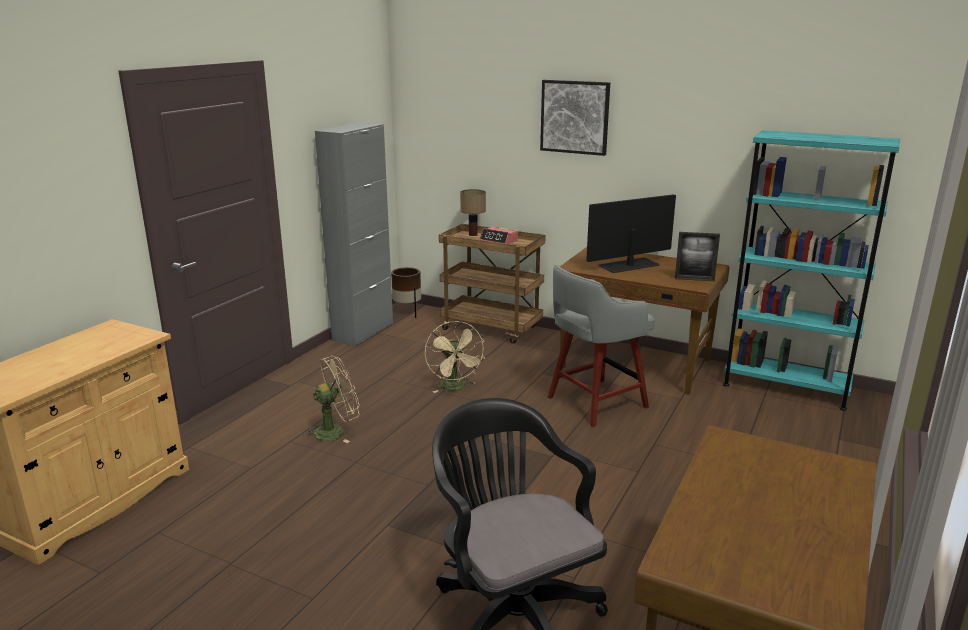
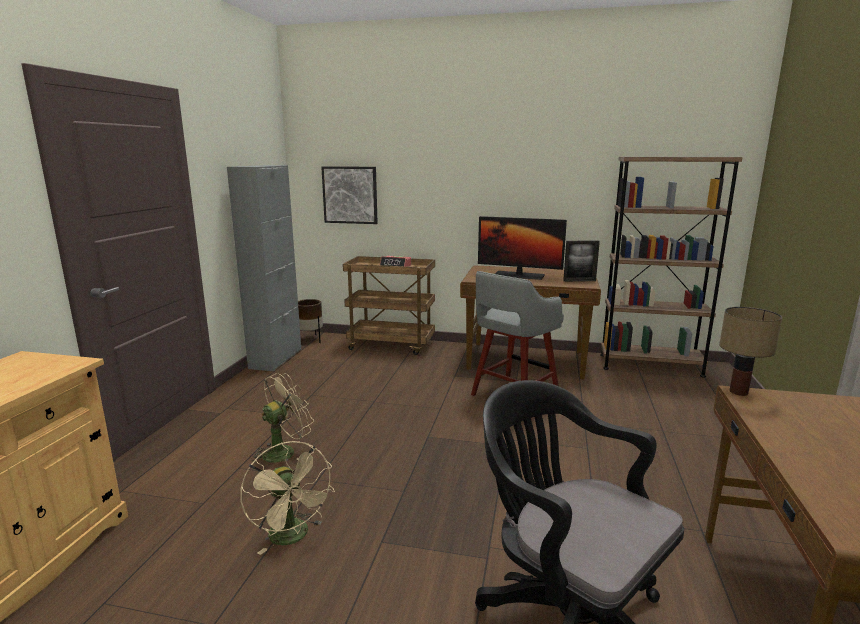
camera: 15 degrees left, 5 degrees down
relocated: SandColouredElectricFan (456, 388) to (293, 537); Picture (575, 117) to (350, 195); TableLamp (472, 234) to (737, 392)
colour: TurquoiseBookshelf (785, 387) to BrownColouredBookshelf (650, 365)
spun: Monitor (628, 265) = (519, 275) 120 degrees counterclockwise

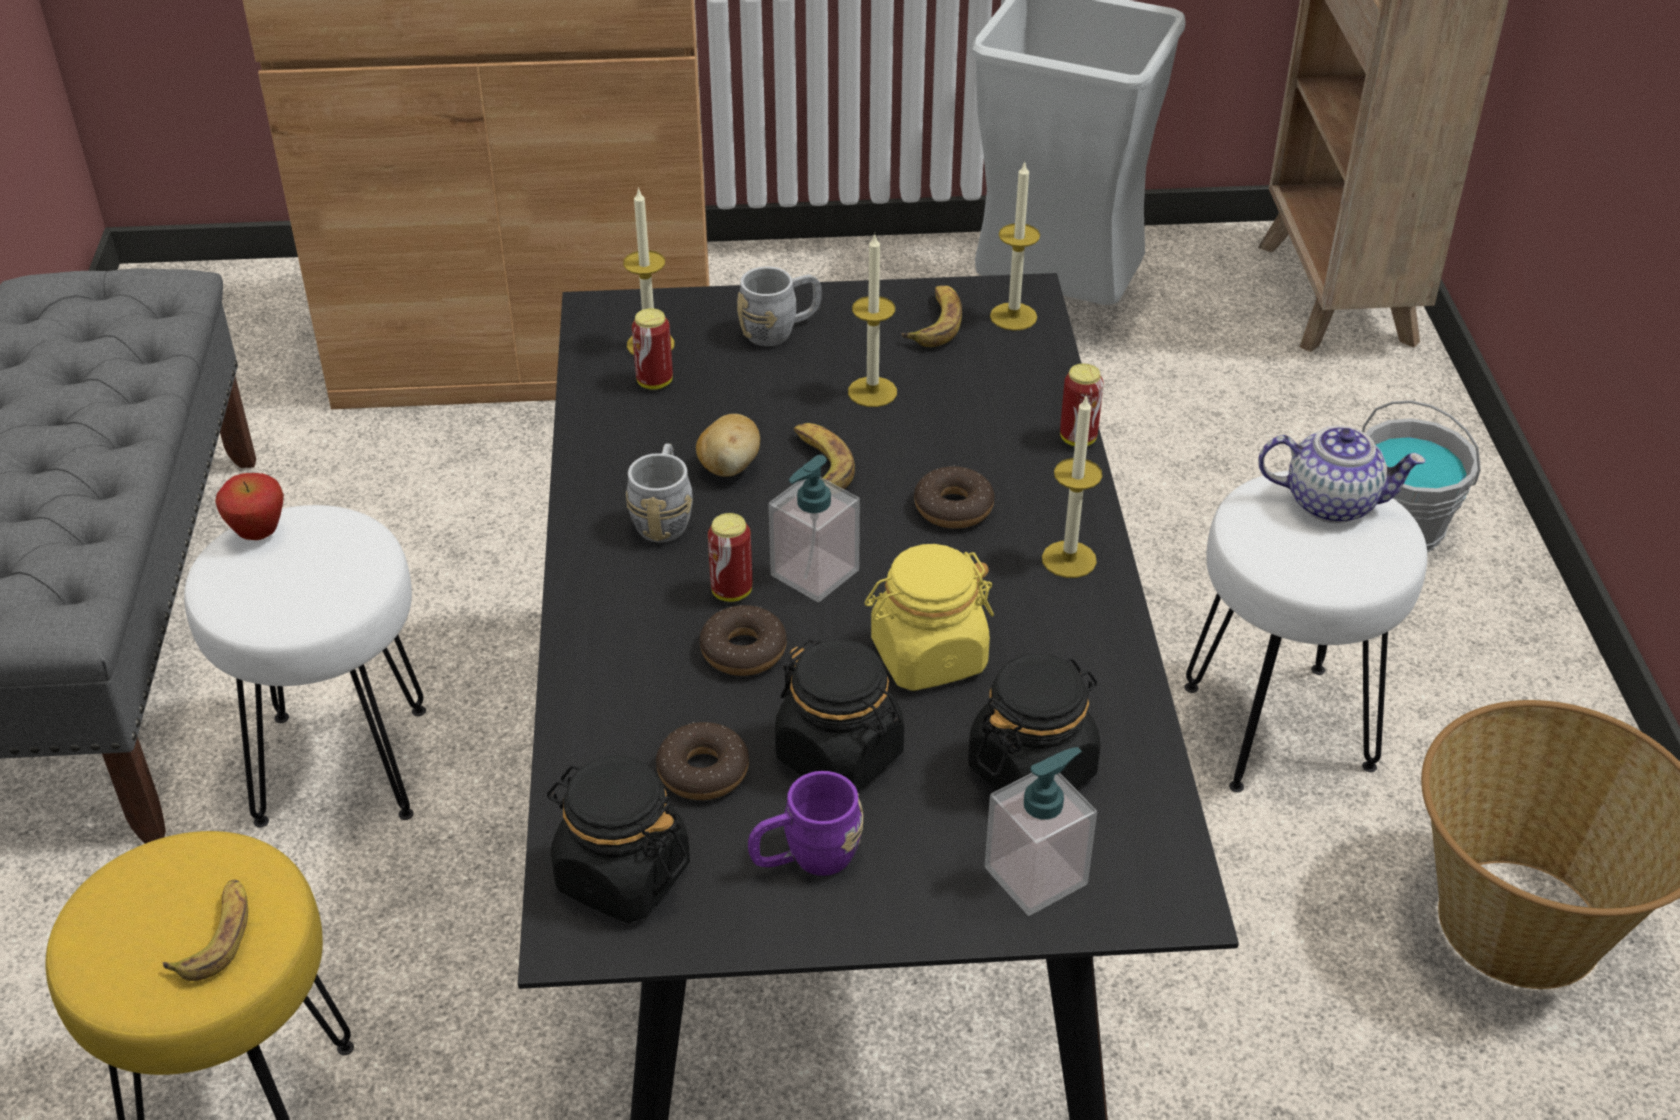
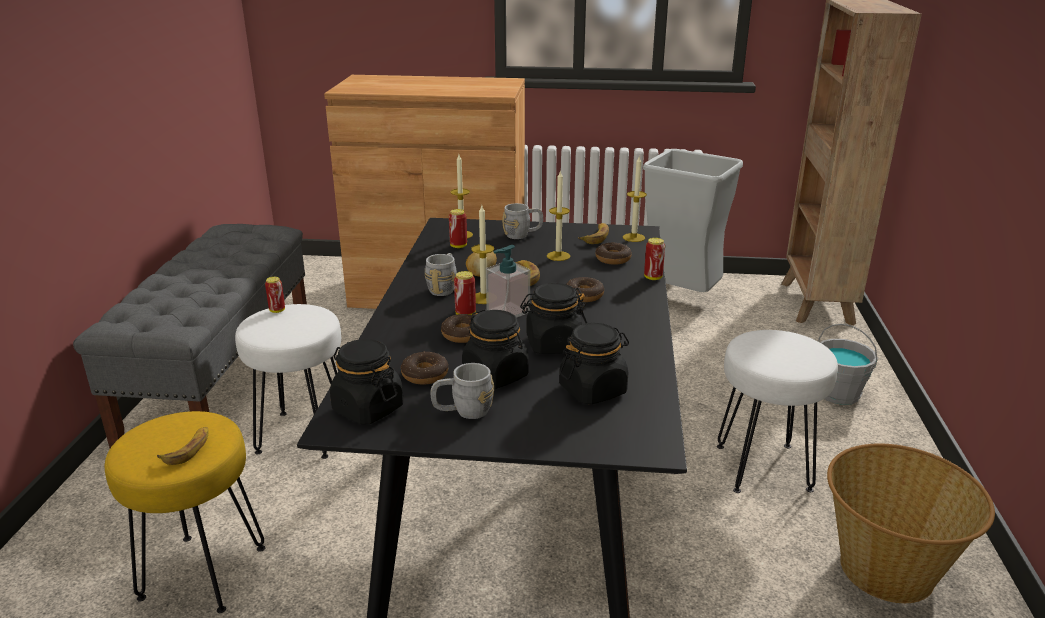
camera: 10 degrees right, 15 degrees down
missing: LiquidSoapBottle (1036, 875); Teapot (1332, 502)
appeared: Donut (613, 259)
relocated: WaxCandle (1069, 559) to (483, 298)
exchanged: Apple (259, 534) to MetalCan (277, 310)
colour: PurpleColouredTeaMug (806, 859) to GreyishTeaMug (463, 411); YellowColouredPreserveJar (928, 656) to BlackPreserveJar (553, 344)

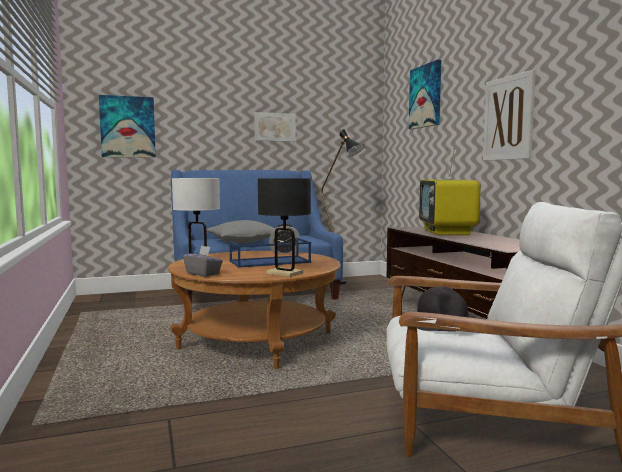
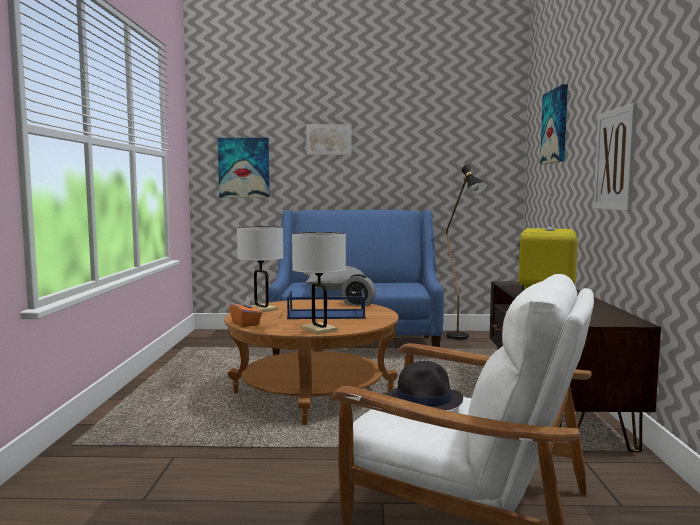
camera: 20 degrees right, 0 degrees up
relocated: Picture (274, 127) to (328, 139)
colour: GreyishTissueBox (203, 274) to OrangeyTissueBox (246, 324); BlackTableLamp (284, 273) to WhitishTableLamp (319, 329)

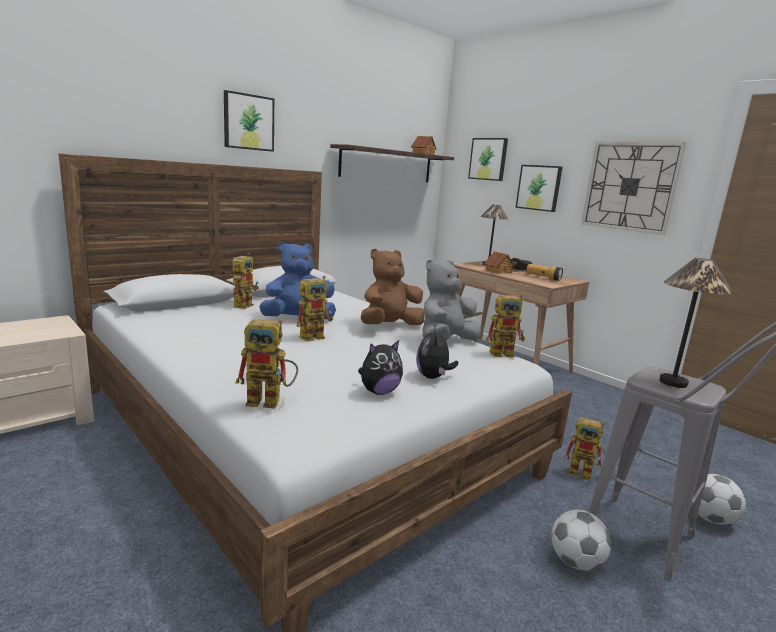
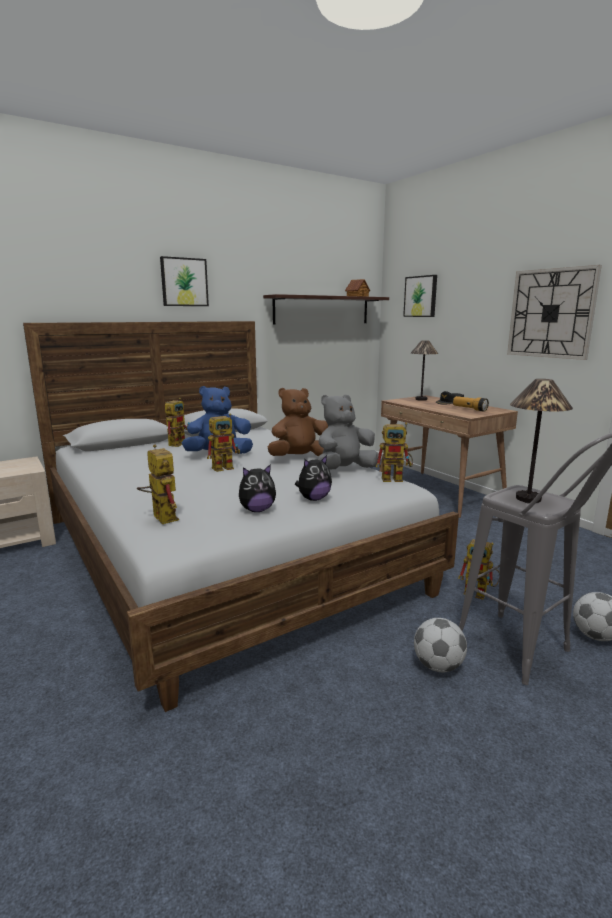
camera: 10 degrees right, 0 degrees up
missing: ModelHouse (498, 271); Picture (539, 188)
spun: RobotFigure (271, 401) = (160, 516) 135 degrees counterclockwise; PlushToy (433, 377) = (313, 499) 135 degrees counterclockwise

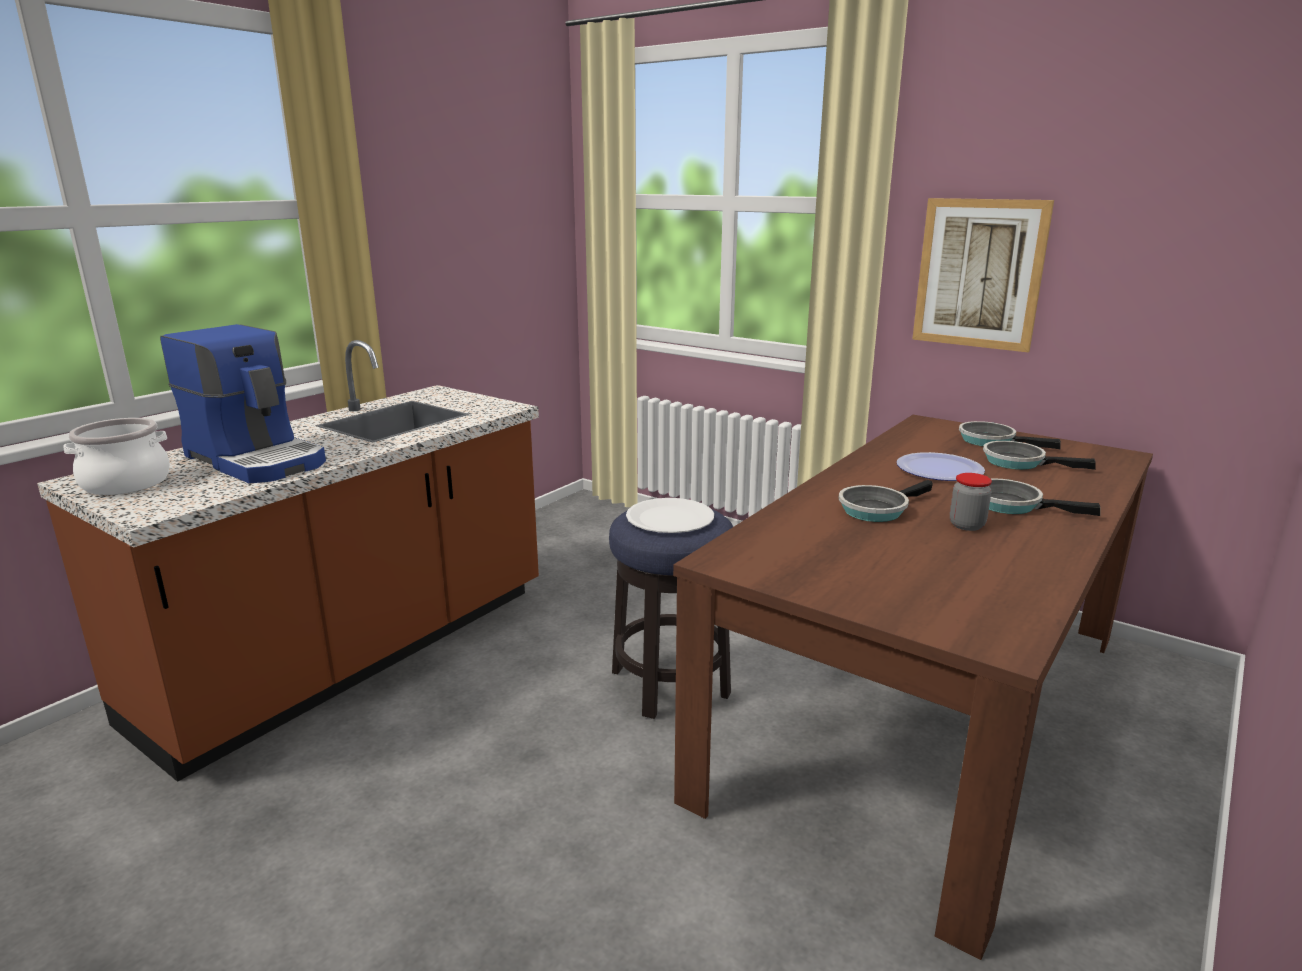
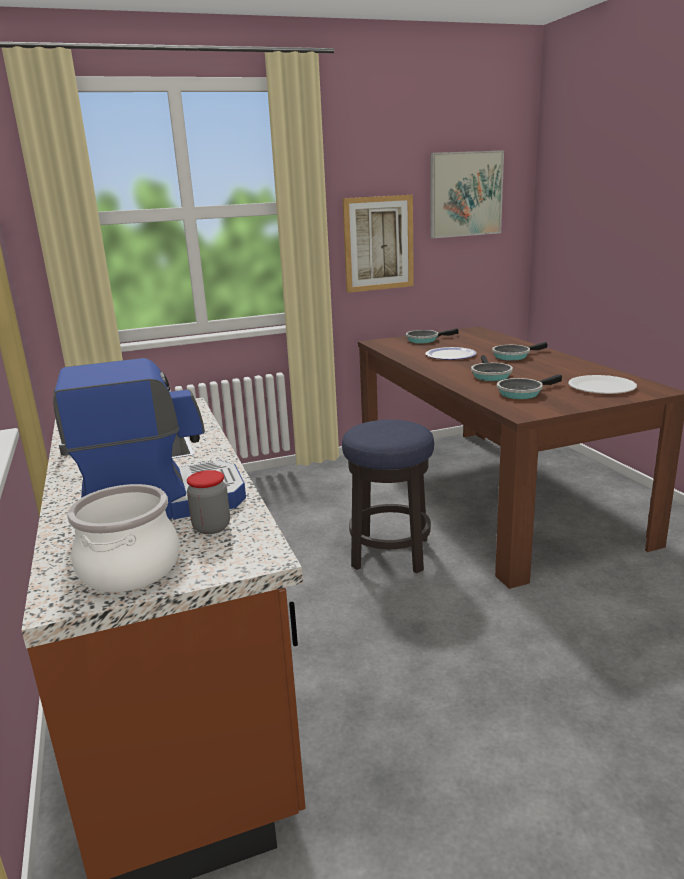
camera: 55 degrees left, 0 degrees up
appeared: Picture (465, 194)
relocated: PreserveJar (966, 525) to (211, 527); Skillet (1018, 462) to (522, 393); WhitishFlatDish (670, 518) to (601, 387)

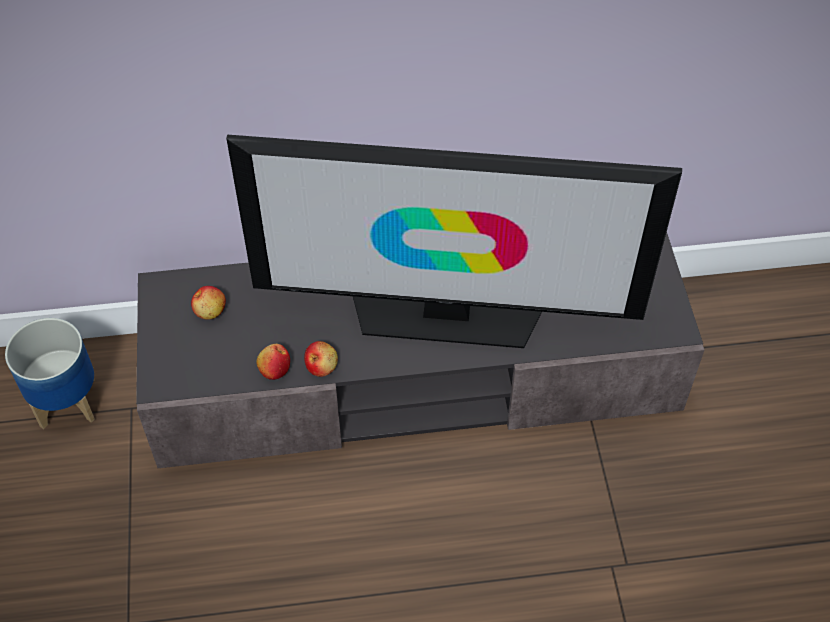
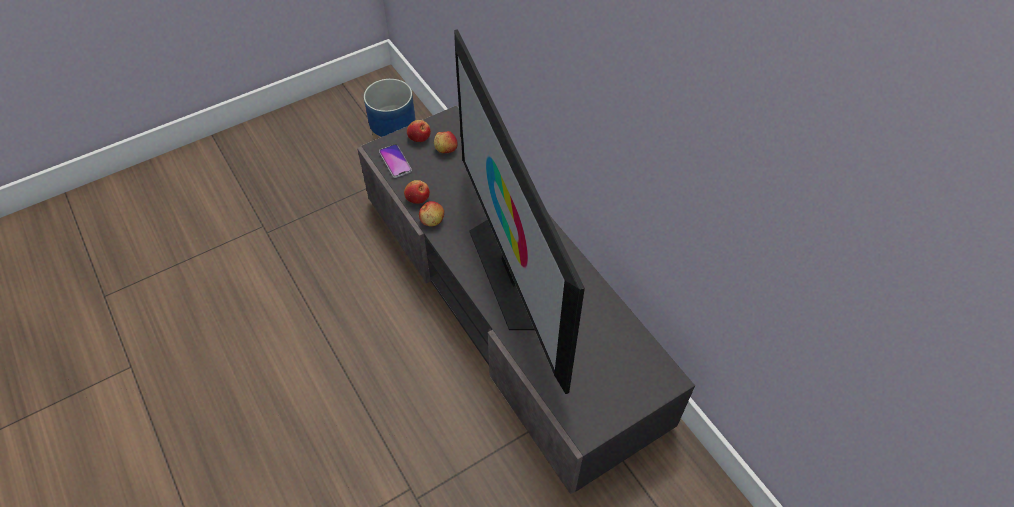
camera: 65 degrees right, 0 degrees up
appeared: Handset (395, 161); Apple (419, 137)

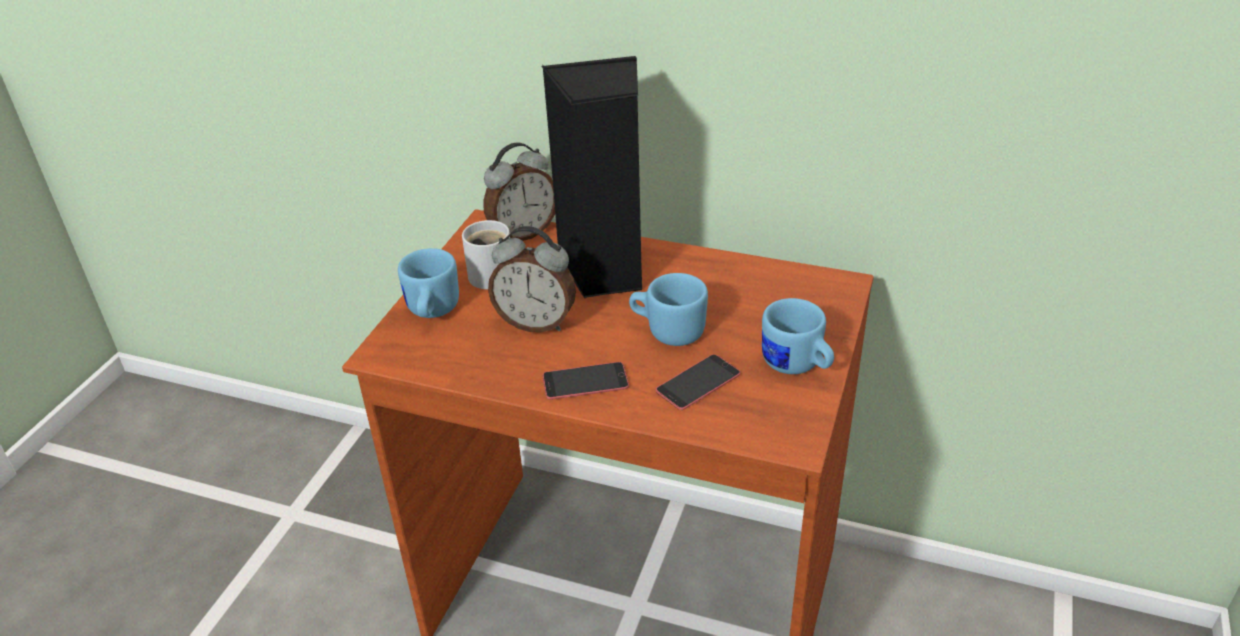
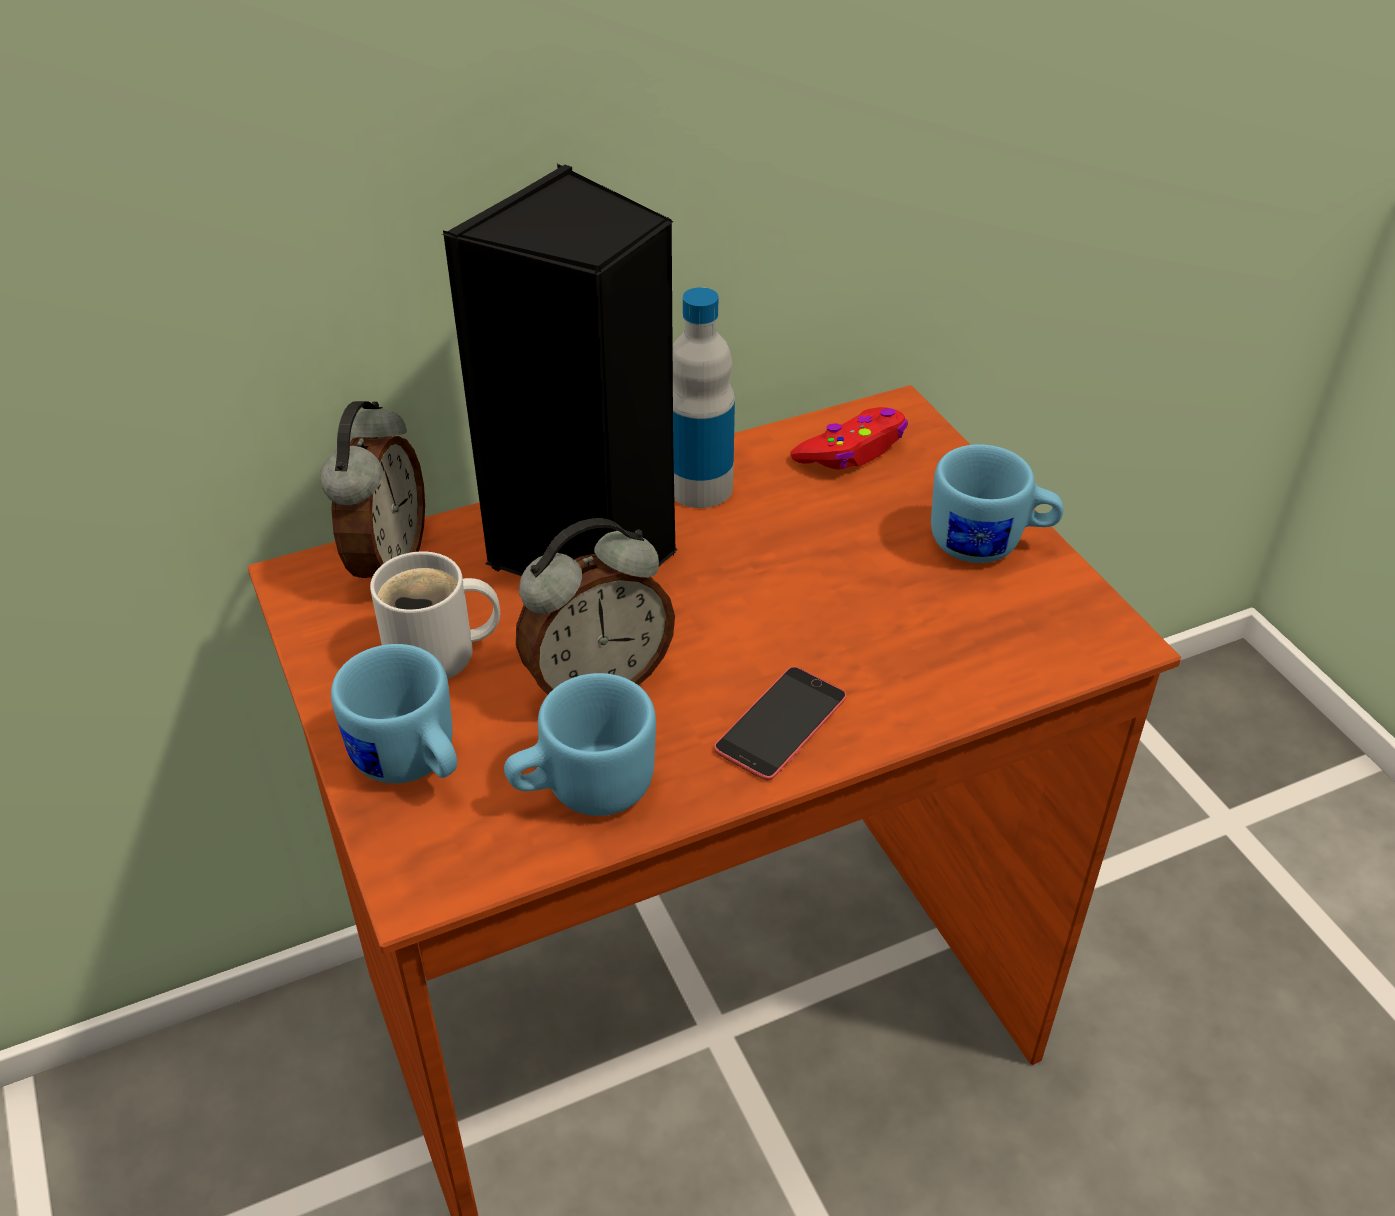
camera: 45 degrees left, 5 degrees up
missing: Handset (698, 382)
appeared: Bottle (700, 487); RedColouredJoypad (852, 451)
relocated: BlueColouredTeaMug (668, 331) to (582, 788)

